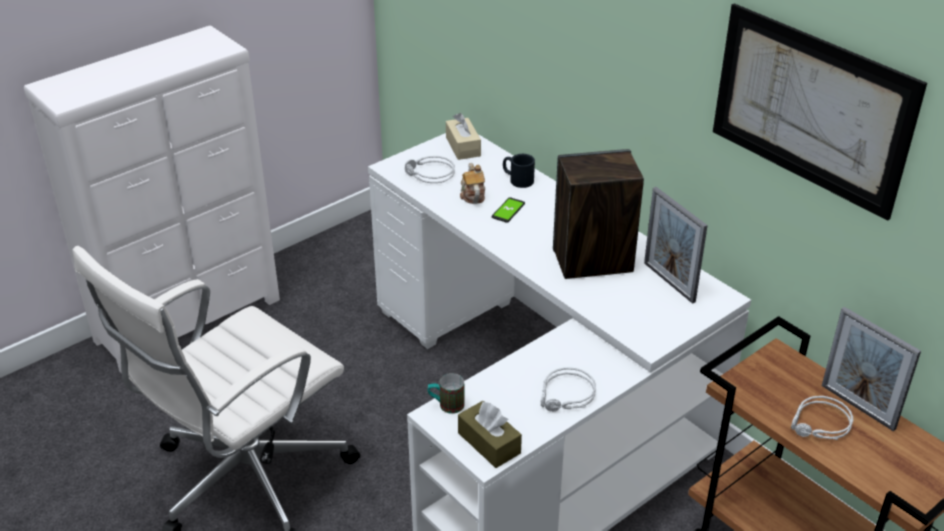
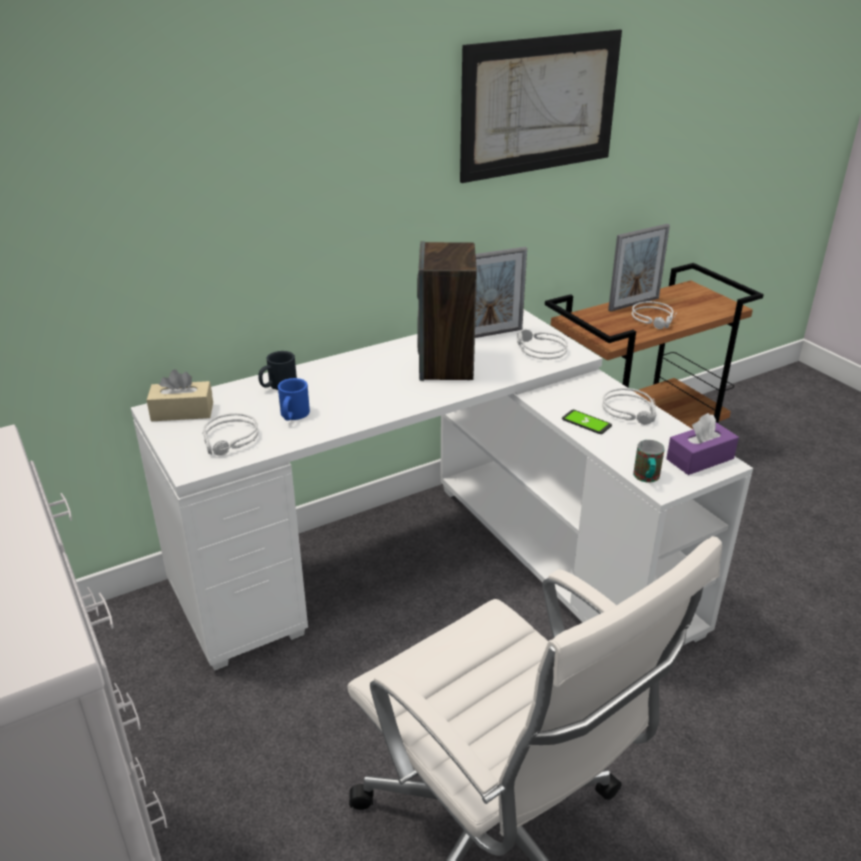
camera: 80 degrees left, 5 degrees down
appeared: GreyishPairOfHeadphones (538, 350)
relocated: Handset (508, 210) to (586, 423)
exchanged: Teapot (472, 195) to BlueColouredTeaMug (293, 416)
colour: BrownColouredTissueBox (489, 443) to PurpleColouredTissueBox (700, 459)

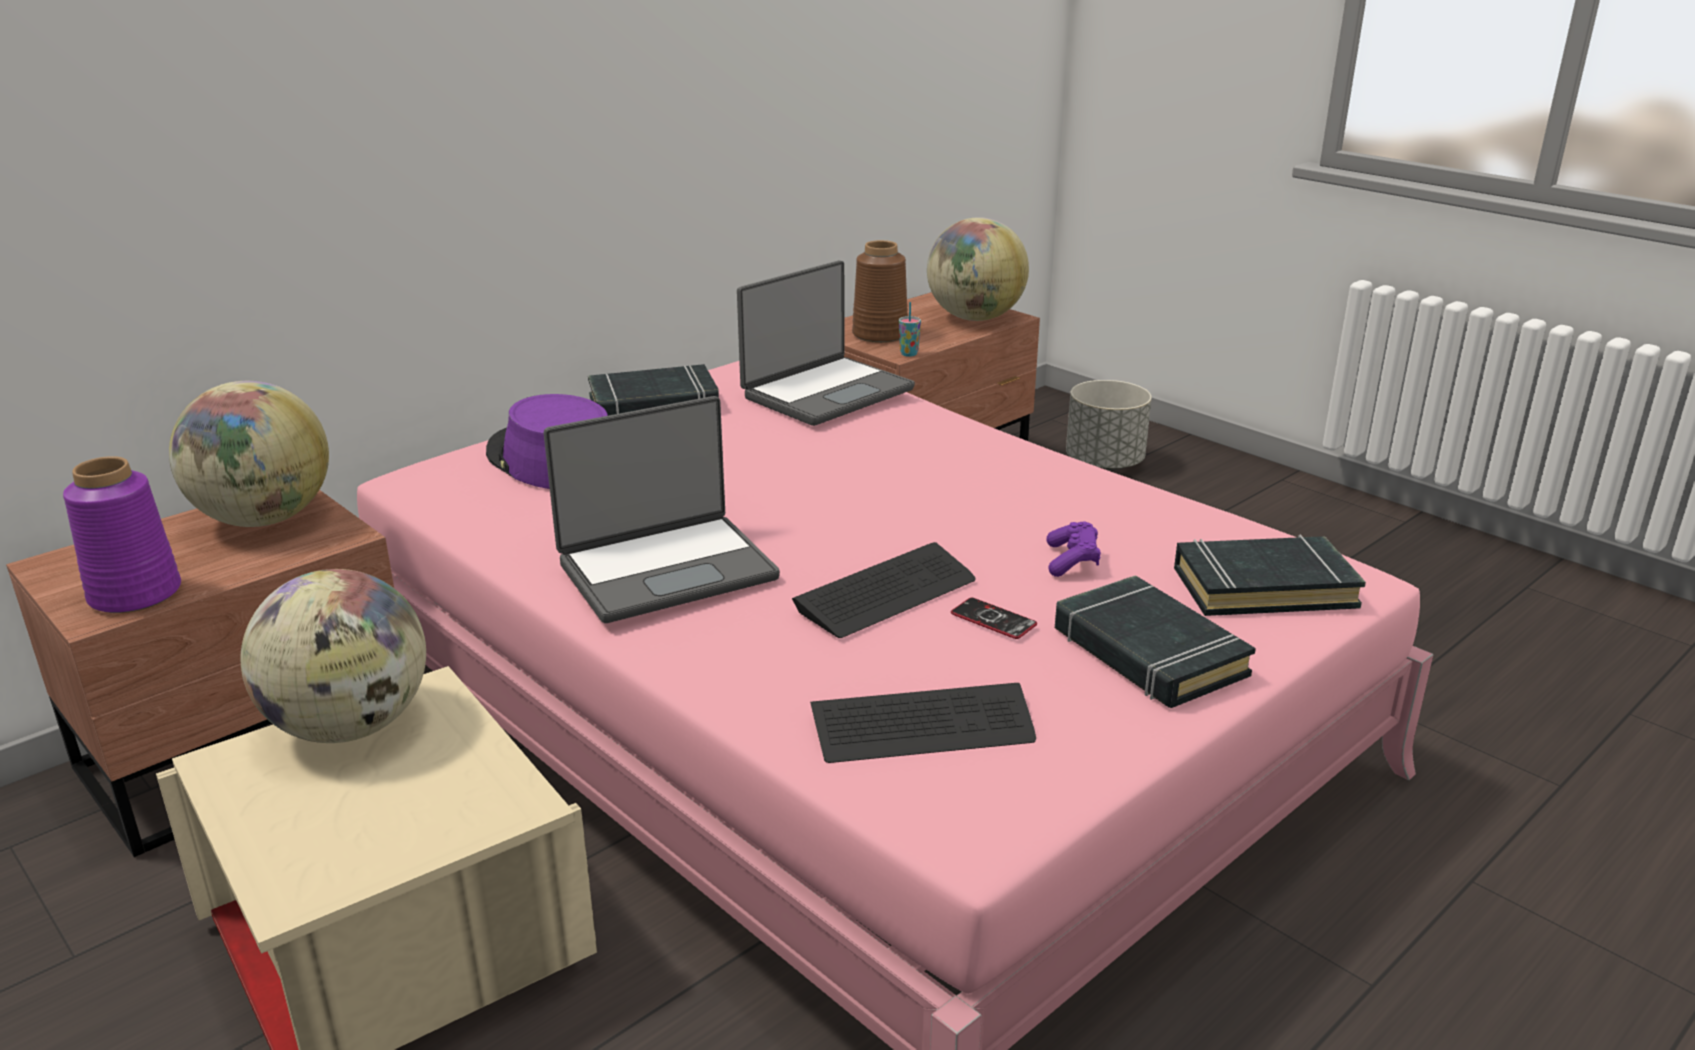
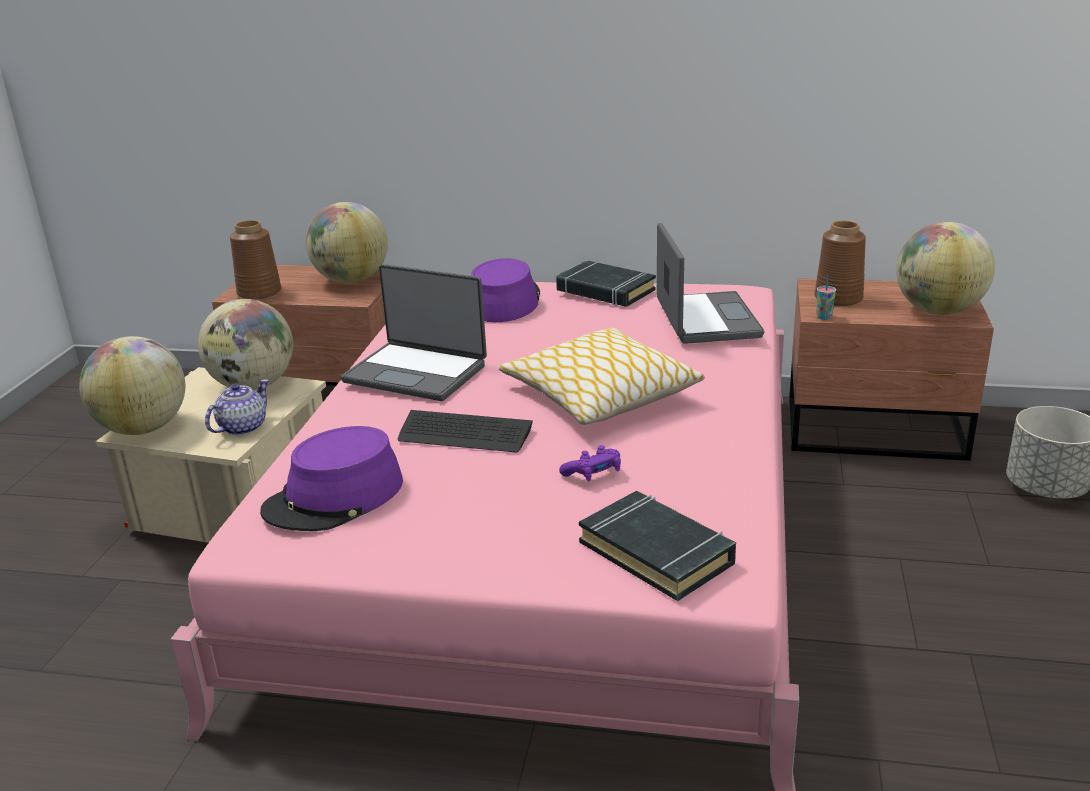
camera: 55 degrees right, 0 degrees up
missing: Handset (993, 620); BlackBook (1148, 653)
appeared: Globe (143, 428); Teapot (242, 427); Pillow (599, 395)
exchanged: ComputerKeyboard (922, 727) to PurpleColouredClothingHat (334, 498)
colour: PurpleColouredFlowerVase (134, 594) to BrownColouredFlowerVase (259, 292)
spun: NotebookComputer (826, 392) = (705, 320) 105 degrees counterclockwise

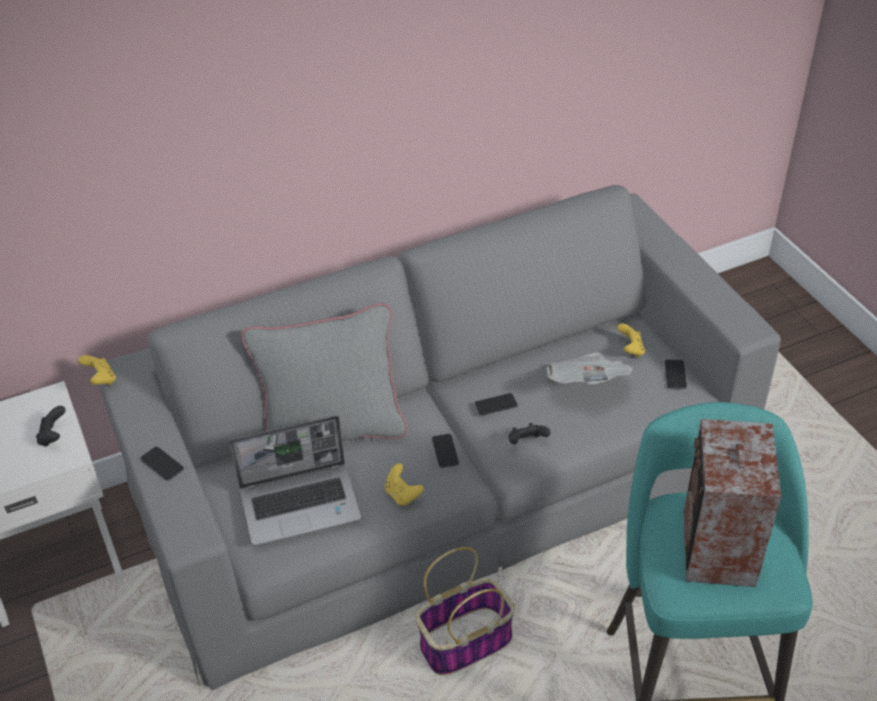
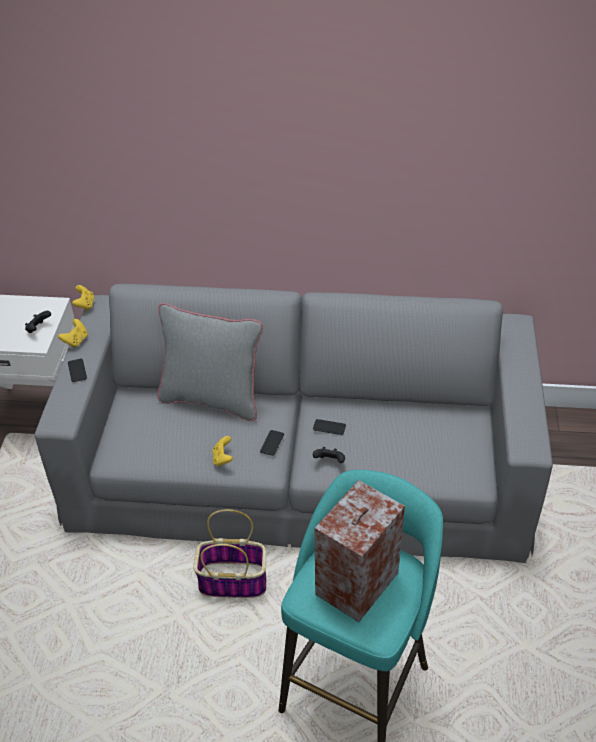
camera: 30 degrees right, 0 degrees up
missing: NotebookComputer (301, 504); DailyPaper (587, 385); Handset (675, 374)
relocated: YellowColouredJoypad (630, 350) to (76, 341)

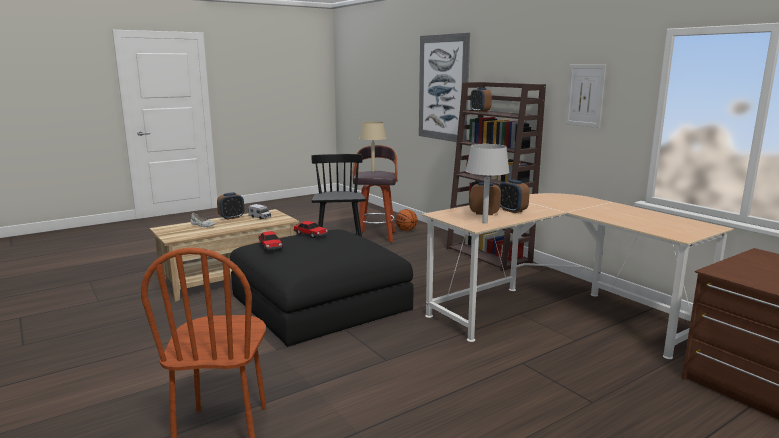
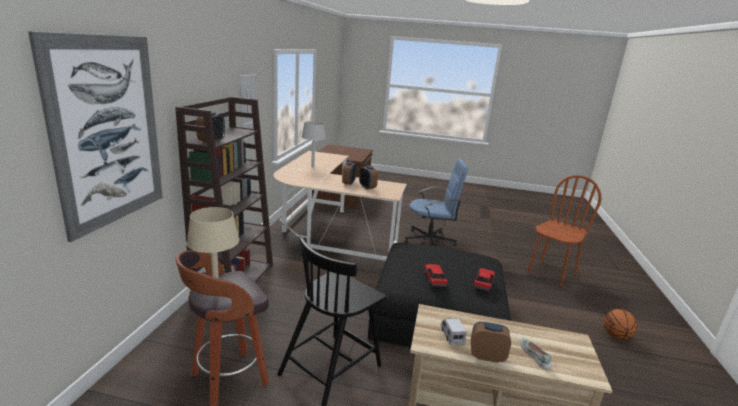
camera: 135 degrees left, 5 degrees up
appeared: BlueColouredOfficeChair (430, 241)
relocated: GreyishTableLamp (484, 222) to (313, 166); BasketballBall (406, 230) to (616, 336)

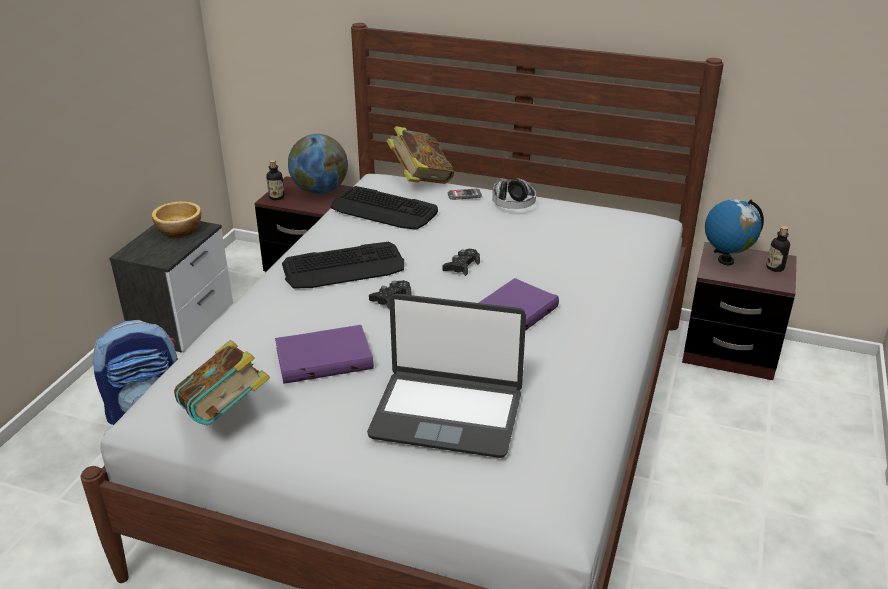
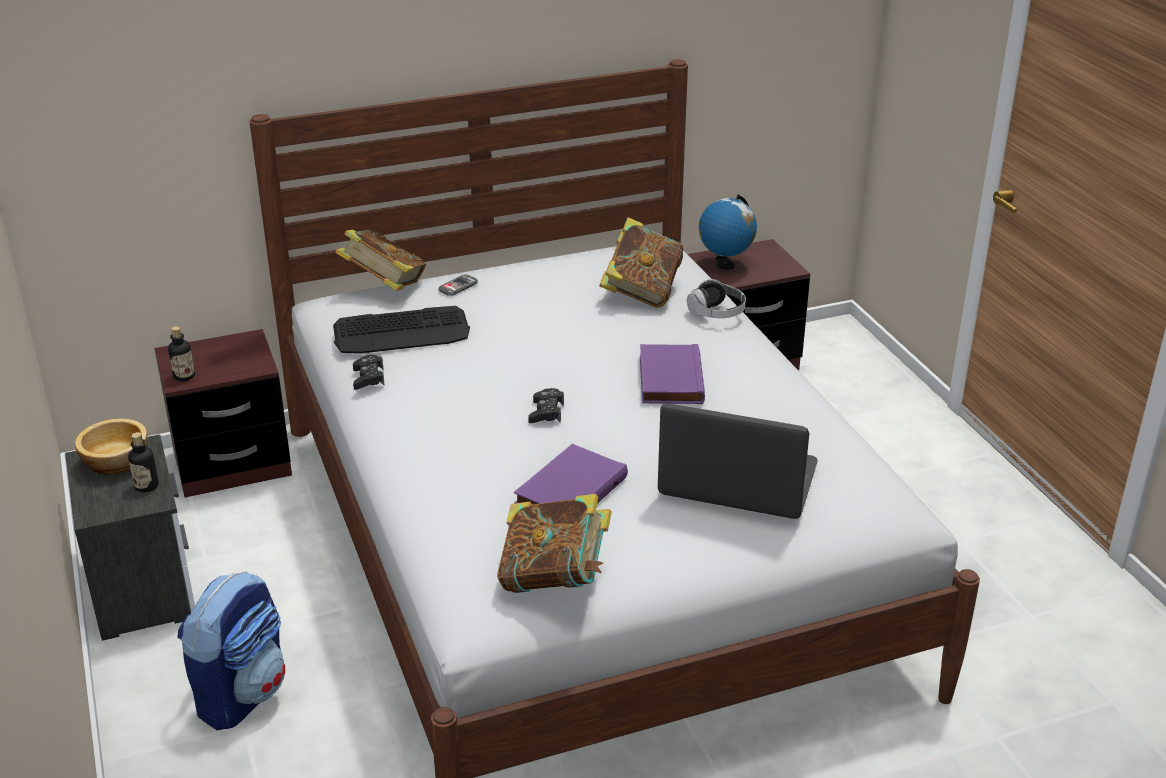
camera: 40 degrees left, 0 degrees up
missing: ComputerKeyboard (344, 267); Globe (320, 191)
appeared: Book (641, 292)
relocated: Bottle (775, 268) to (146, 486); BlackJoypad (461, 266) to (368, 378); PairOfHeadphones (513, 206) to (716, 313)
spun: NotebookComputer (447, 414) = (737, 482) 135 degrees counterclockwise

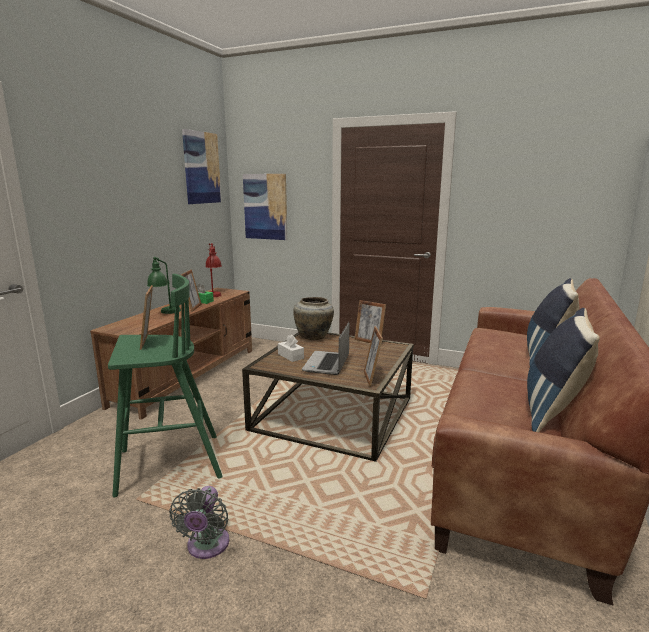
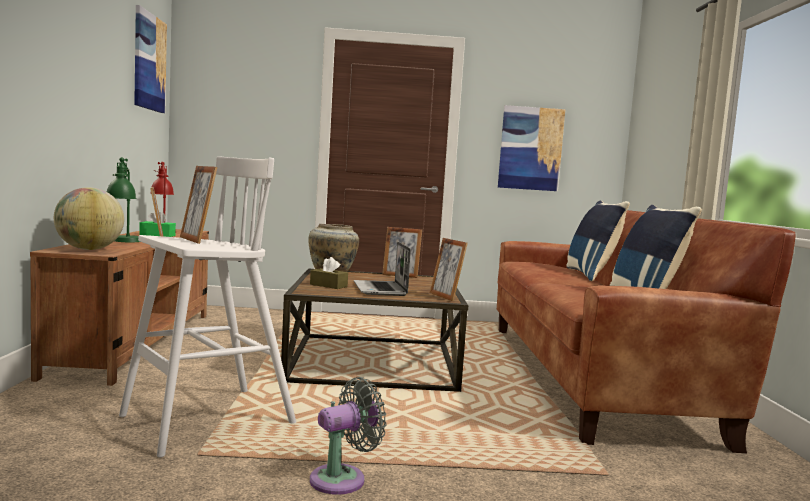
camera: 25 degrees left, 10 degrees down
appeared: Globe (89, 249)
relocated: Picture (265, 207) to (530, 148)
colour: GreenColouredStoolSeat (167, 464) to WhitishStoolSeat (205, 421); WhitishTissueBox (290, 356) to BrownColouredTissueBox (328, 285)
spun: GreyishElectricFan (206, 546) = (343, 478) 105 degrees counterclockwise

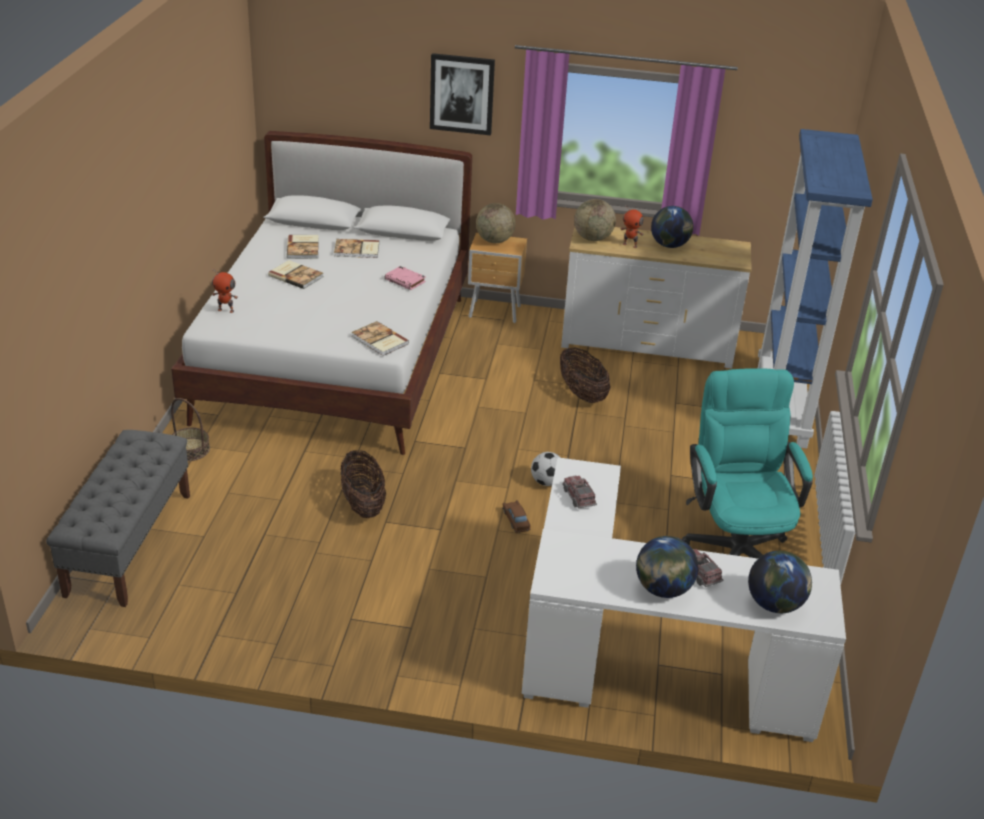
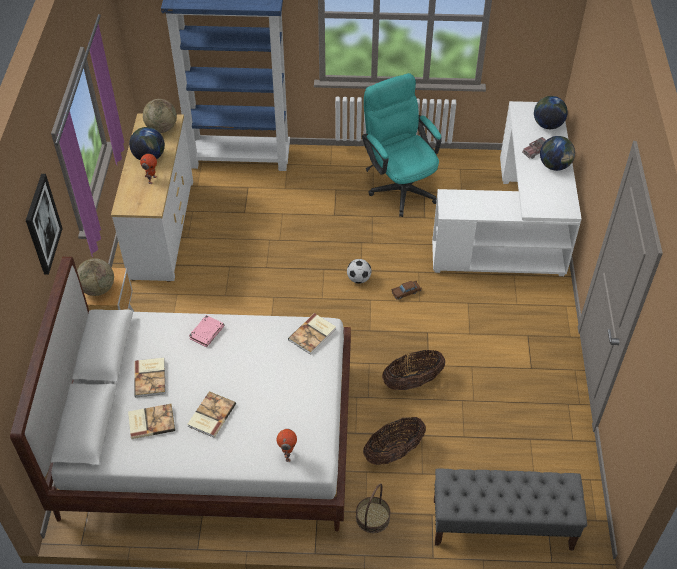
camera: 95 degrees left, 15 degrees up
missing: ToyTruck (578, 497)
relocated: Globe (593, 238) to (162, 128); StorageBasket (582, 393) to (393, 452)
spun: TurquoiseOfficeChair (735, 545) = (400, 186) 75 degrees clockwise

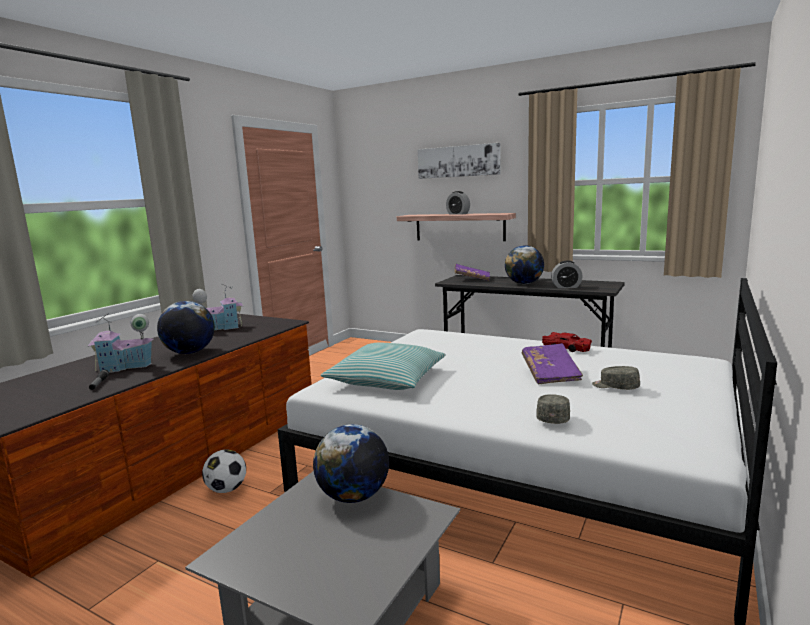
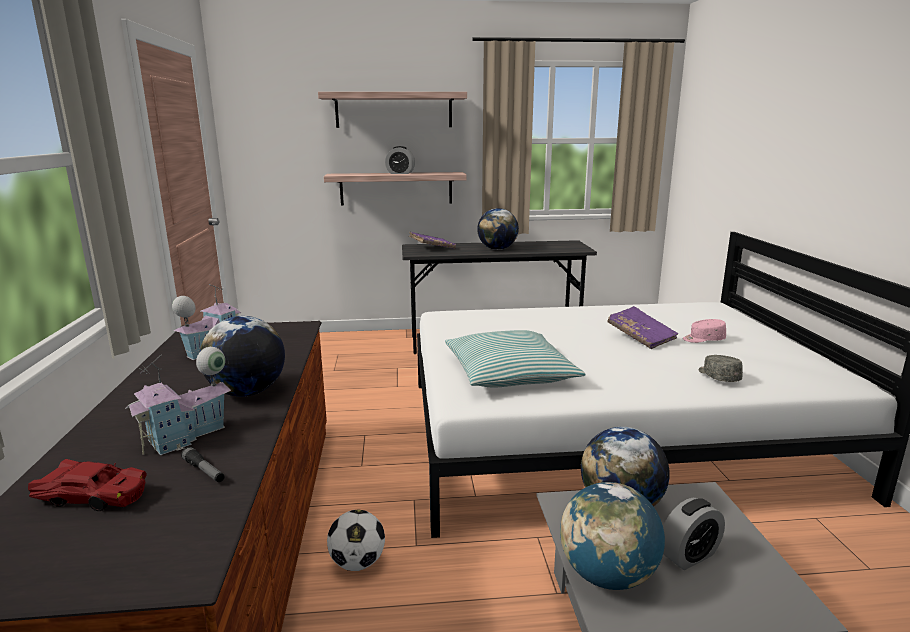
camera: 35 degrees left, 5 degrees up
appeared: Globe (607, 575)
relocated: RedColouredMiniatureCar (566, 348) to (93, 496); BedsideClock (566, 287) to (689, 555)
exchanged: Picture (458, 161) to WallShelf (394, 110)
colour: GreyishPeakedCap (615, 387) to PinkishPeakedCap (703, 339)

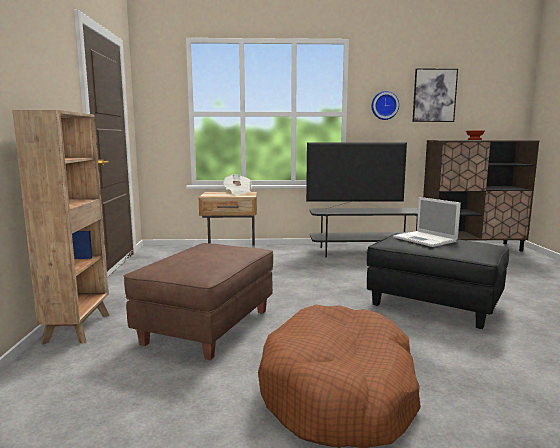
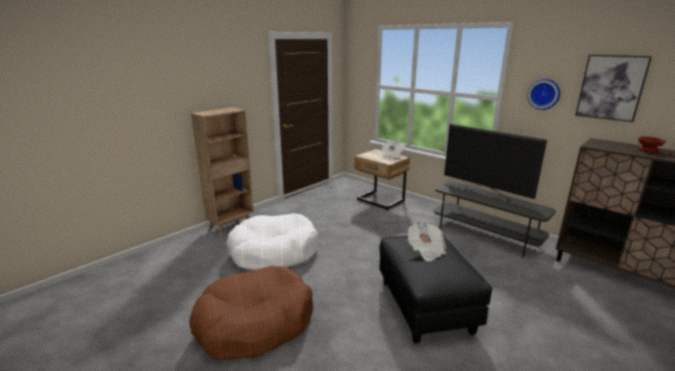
camera: 45 degrees right, 10 degrees up
exchanged: BrownColouredOttoman (207, 327) to WhitishDogCushion (274, 252); NotebookComputer (425, 239) to DailyPaper (425, 250)

